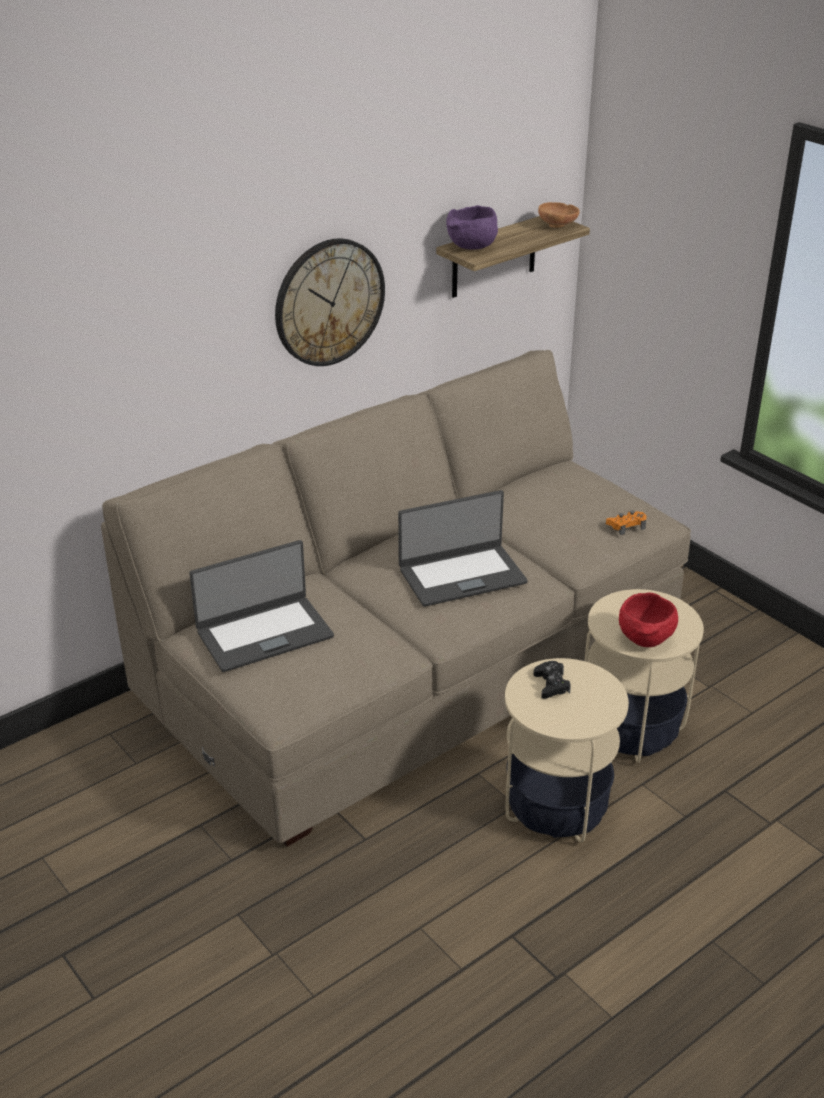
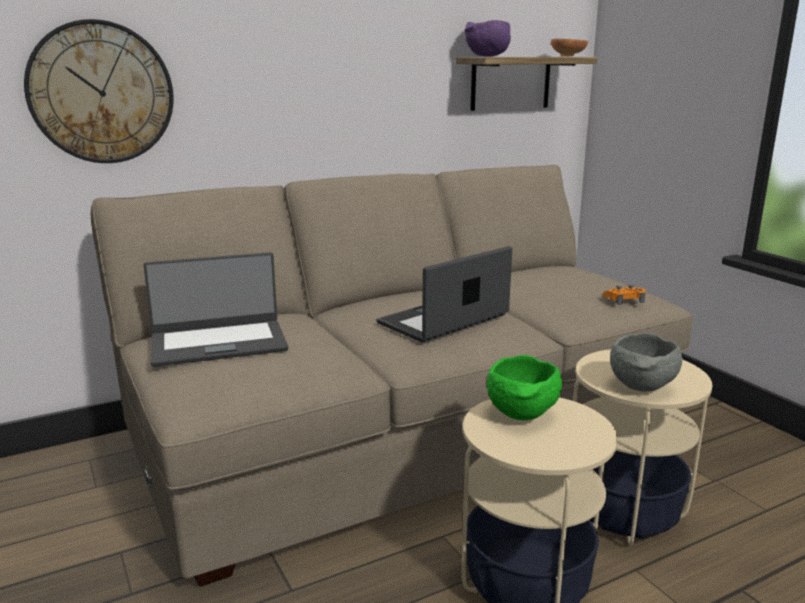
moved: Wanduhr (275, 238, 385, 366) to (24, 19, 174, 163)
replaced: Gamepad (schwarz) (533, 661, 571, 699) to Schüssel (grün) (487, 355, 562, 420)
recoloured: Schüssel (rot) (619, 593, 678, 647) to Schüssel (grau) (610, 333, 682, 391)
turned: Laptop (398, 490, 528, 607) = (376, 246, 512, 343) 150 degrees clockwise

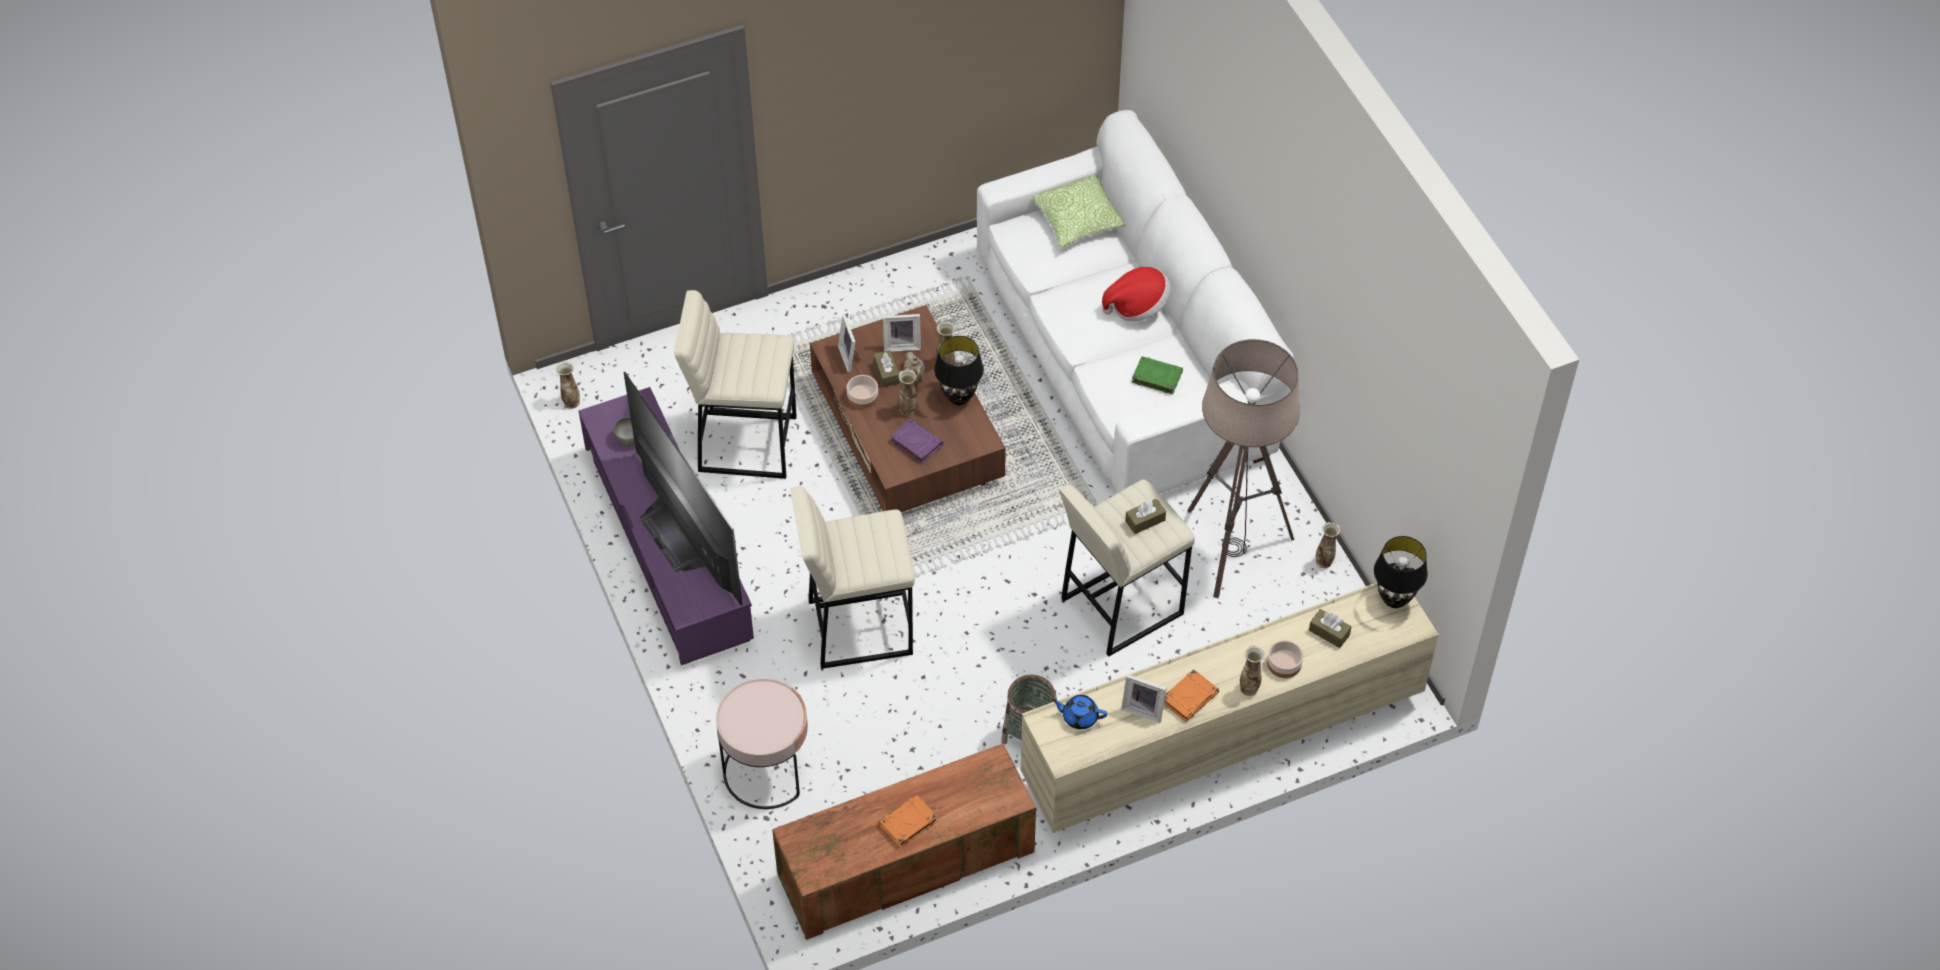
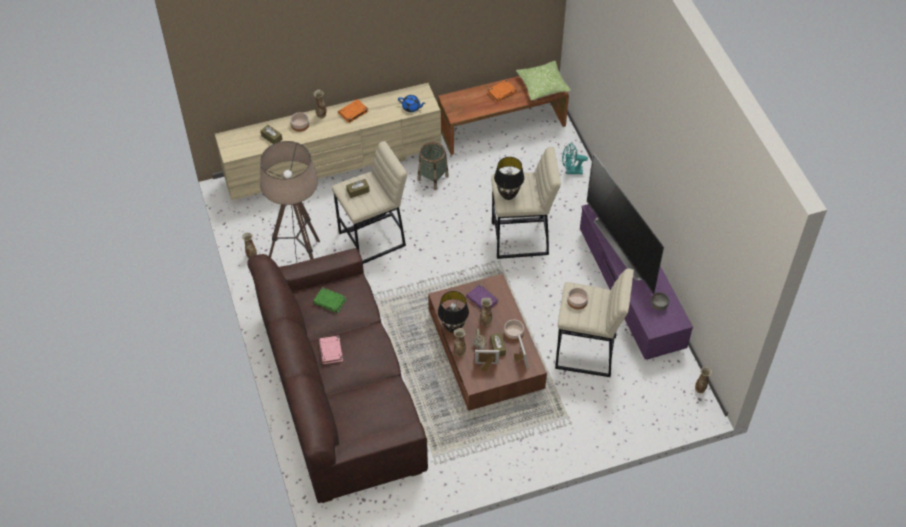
removed: Bilderrahmen (1121, 674, 1167, 723)
added: Schüssel (567, 287, 588, 309)
moved: Kissen (1031, 175, 1125, 248) to (516, 61, 571, 101); Tischlampe (schwarz) (1374, 536, 1428, 608) to (494, 157, 524, 200)
replaced: Beistelltisch (rosa) (716, 678, 808, 809) to Ventilator (türkis) (562, 142, 588, 174); Hut (1102, 267, 1171, 321) to Buch (rosa) (319, 336, 343, 364)
recoloured: Sofa (weiß) (977, 110, 1294, 494) to Sofa (braun) (247, 248, 428, 503)

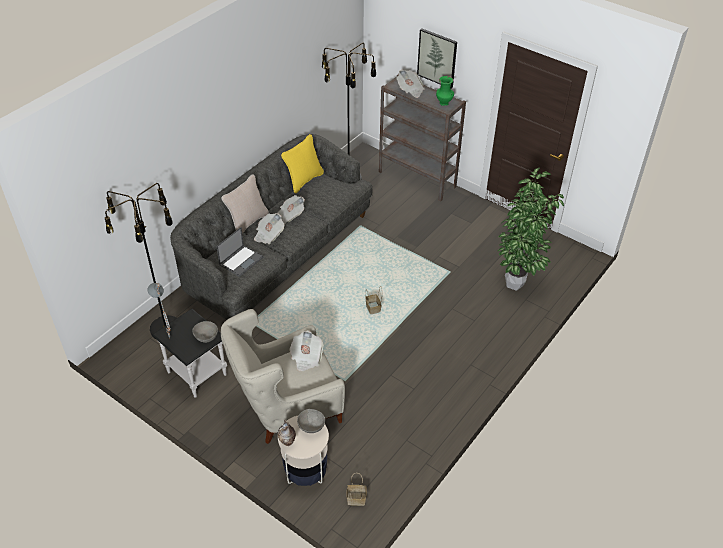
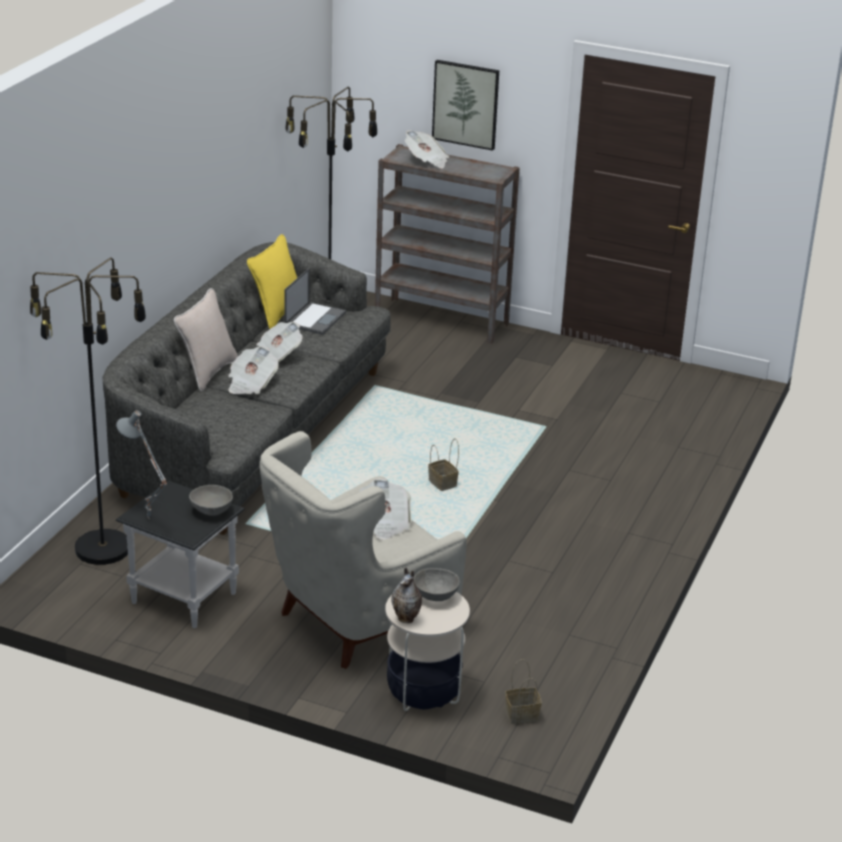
removed: Vase (grün) (436, 76, 454, 106); Topfpflanze (497, 168, 564, 291)
moved: Laptop (216, 227, 264, 277) to (284, 268, 346, 335)

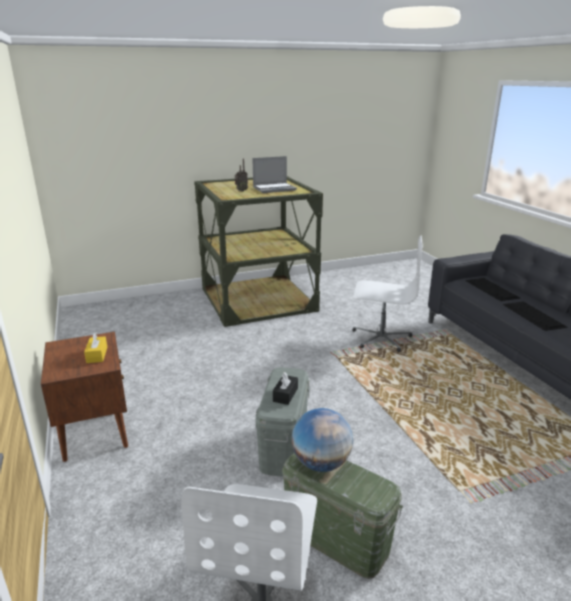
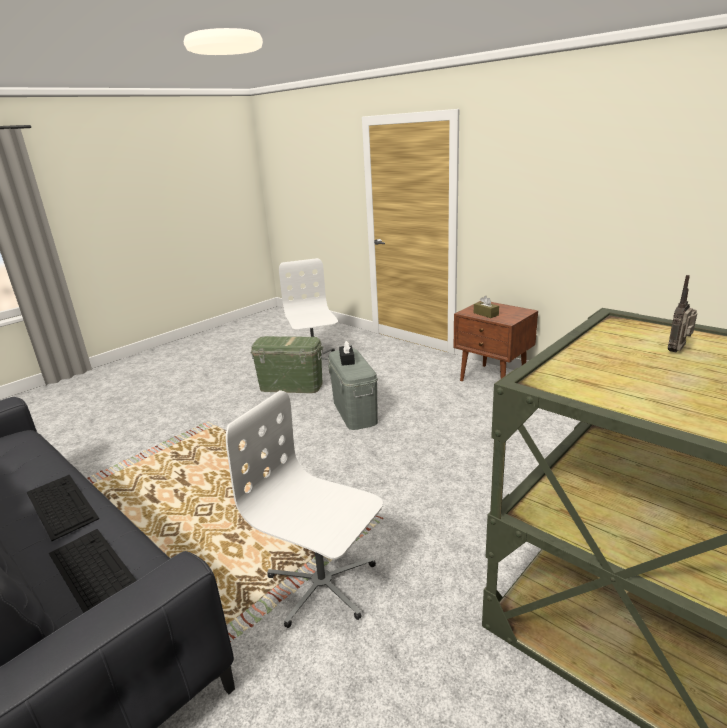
removed: Laptop (252, 156, 297, 193); Globus (292, 408, 353, 472)
recoloured: Taschentuchbox (gelb) (84, 332, 107, 363) to Taschentuchbox (braun) (474, 296, 499, 318)
turned: Bürostuhl (weiß) (352, 236, 423, 352) = (226, 390, 383, 628) 45 degrees clockwise

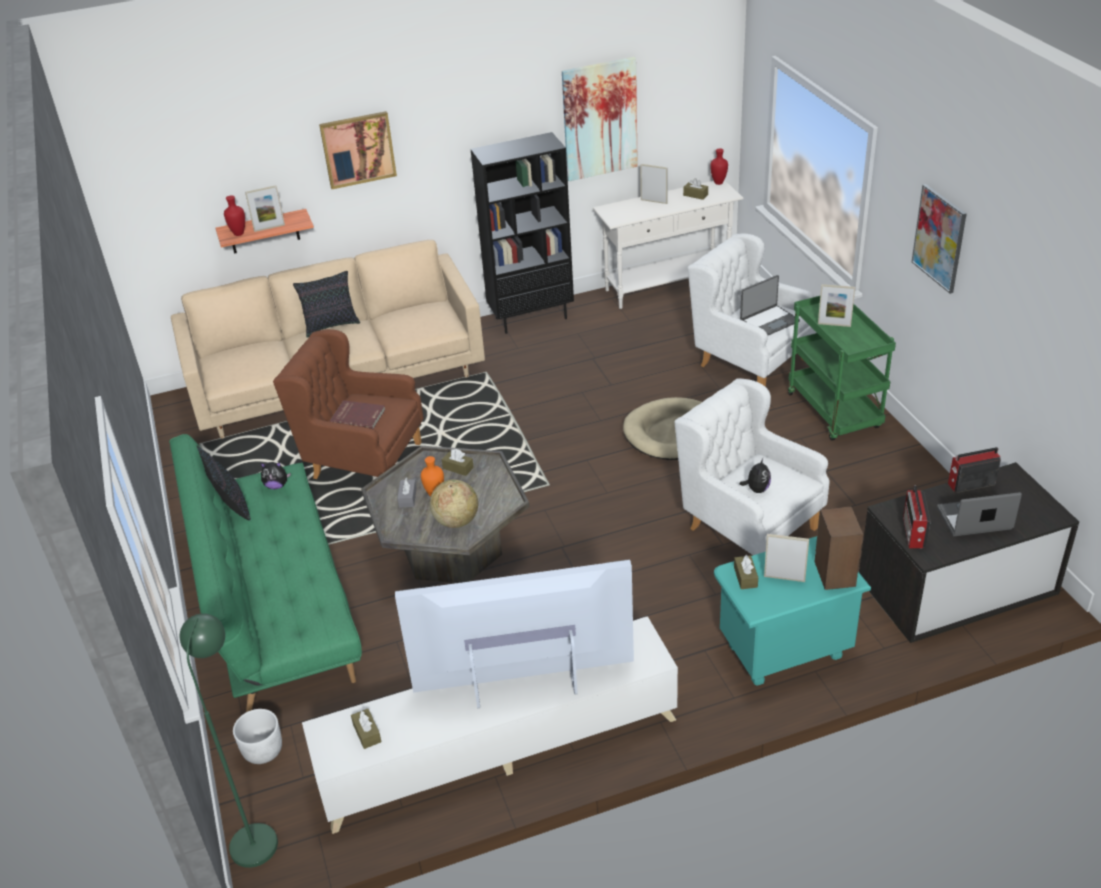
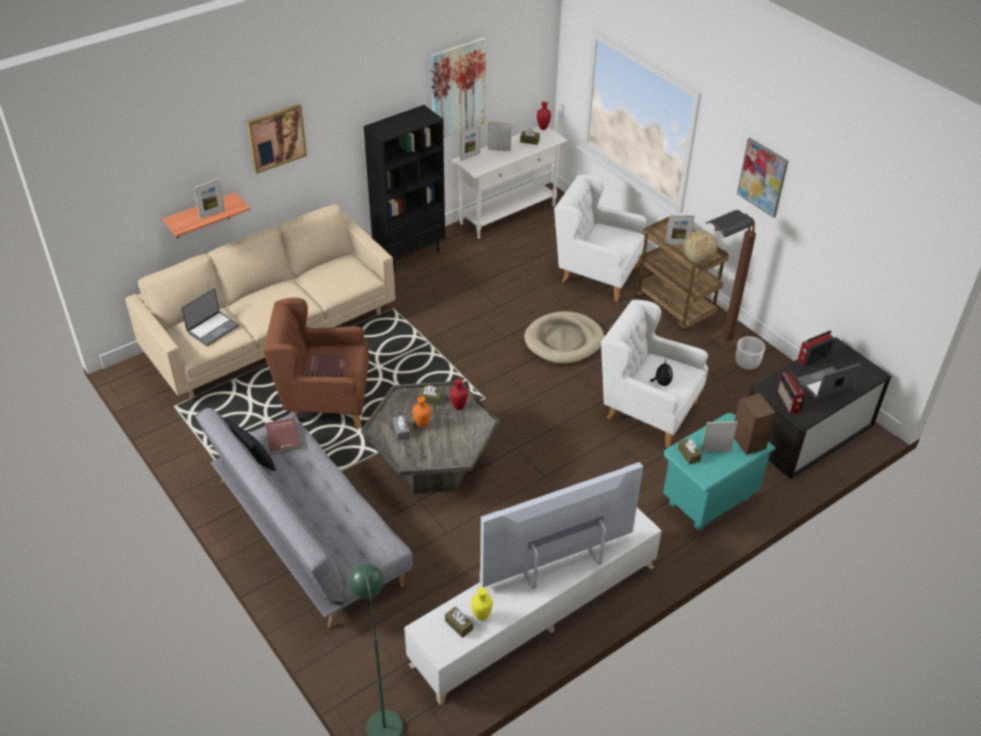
removed: Kissen (schwarz) (293, 271, 360, 338)
added: Bilderrahmen (460, 125, 480, 161); Vase (gelb) (471, 587, 493, 621); Stehlampe (braun) (706, 210, 756, 349)
moved: Vase (rot) (224, 195, 245, 236) to (450, 378, 468, 410); Pflanzkübel (weiß) (233, 709, 282, 764) to (735, 336, 765, 370); Globus (430, 479, 478, 528) to (683, 230, 717, 264); Laptop (740, 275, 800, 335) to (181, 288, 239, 346)
replaced: Plüschtier (261, 462, 291, 489) to Buch (rot) (265, 418, 301, 454)
recoloured: Sofa (grün) (169, 434, 362, 712) to Sofa (grau) (195, 408, 413, 628); Rollwagen (grün) (788, 296, 896, 441) to Rollwagen (braun) (635, 217, 729, 331)

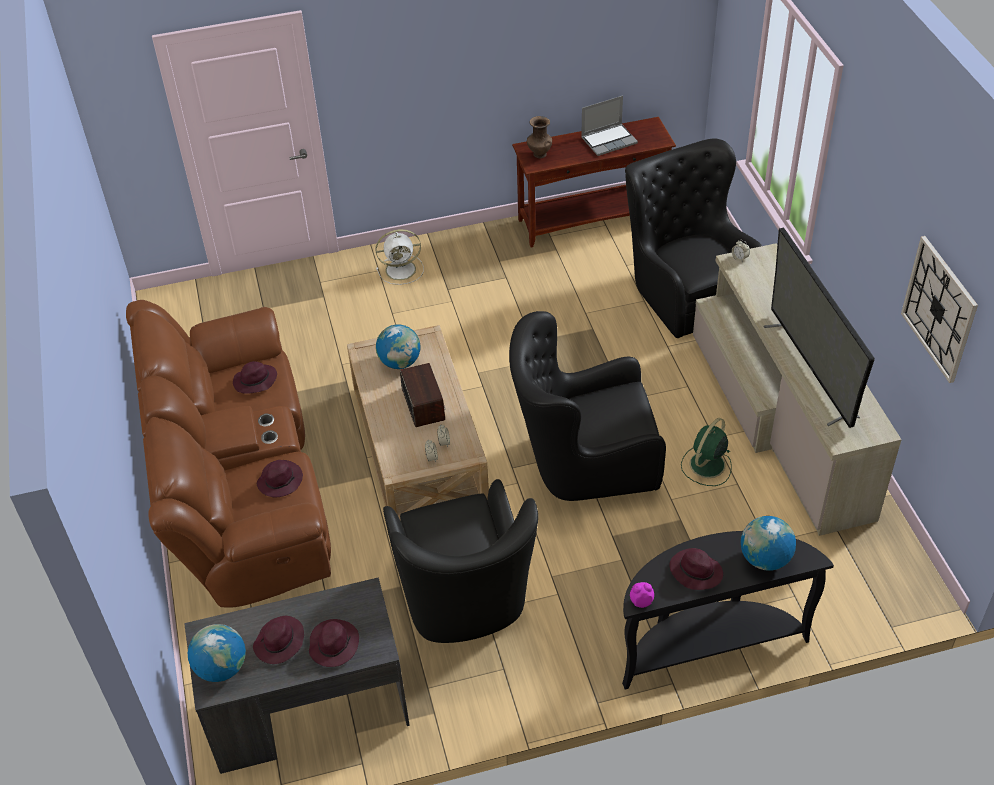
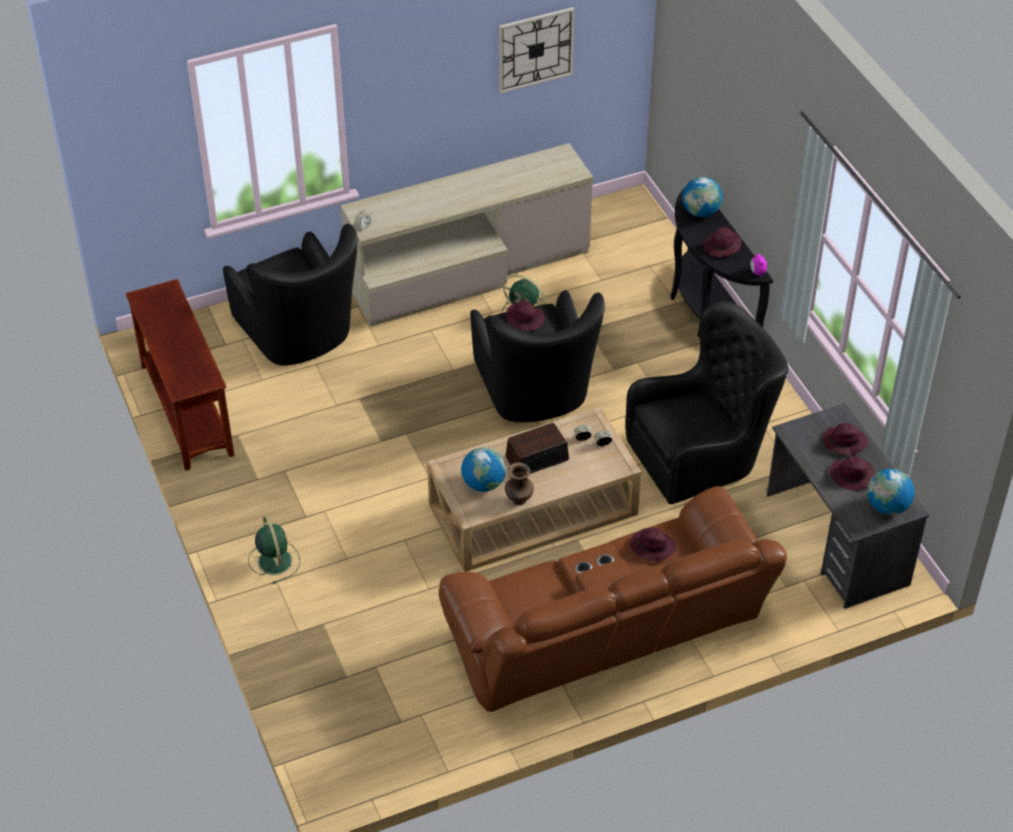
removed: Laptop (581, 95, 638, 156); Fernseher (764, 228, 875, 428)
moved: Hut (lila) (233, 361, 277, 394) to (505, 301, 545, 331); Vase (braun) (527, 116, 552, 158) to (505, 462, 534, 506)
recoloured: Ventilator (weiß) (375, 229, 424, 285) to Ventilator (grün) (248, 515, 300, 584)
turned: Sessel (schwarz) (625, 139, 762, 338) = (223, 224, 358, 366) 90 degrees counterclockwise

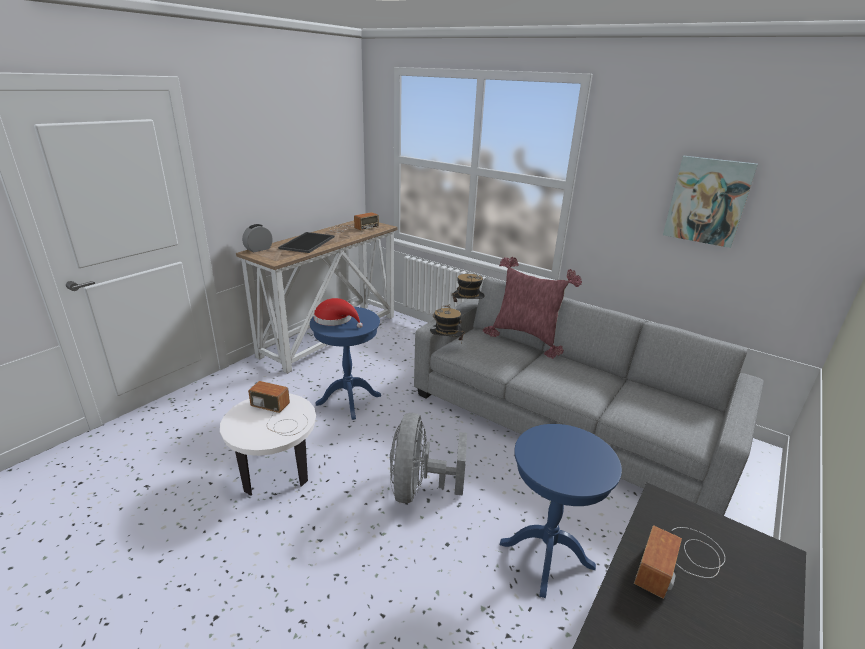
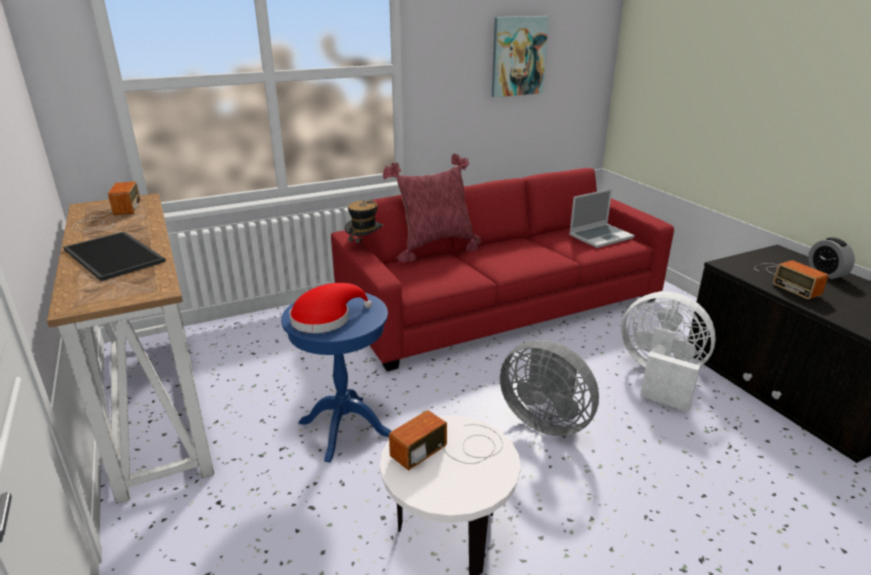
removed: Hut (430, 304, 465, 340)
added: Laptop (569, 189, 635, 248)
moved: Wecker (242, 224, 273, 253) to (808, 237, 855, 279)
replaced: Beistelltisch (blau) (500, 424, 622, 598) to Ventilator (weiß) (621, 292, 716, 412)
recoloured: Sofa (grau) (414, 278, 764, 516) to Sofa (rot) (331, 168, 674, 371)

